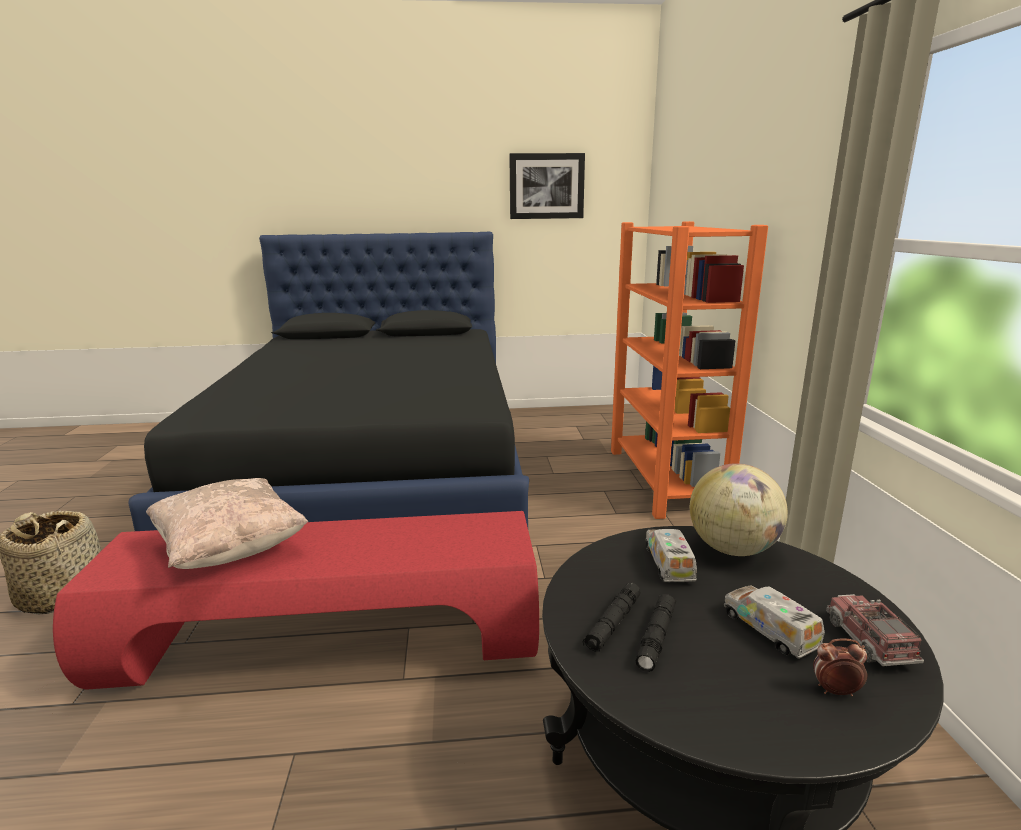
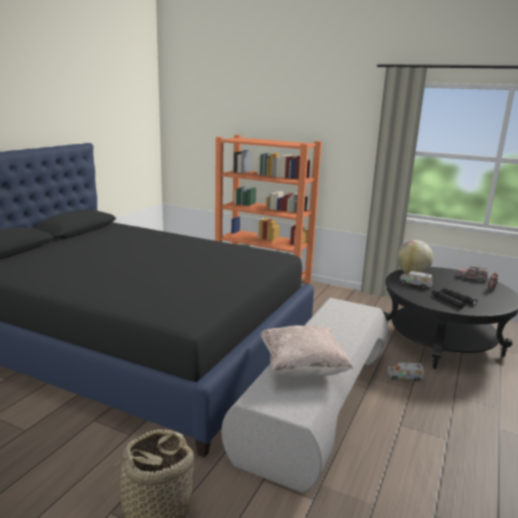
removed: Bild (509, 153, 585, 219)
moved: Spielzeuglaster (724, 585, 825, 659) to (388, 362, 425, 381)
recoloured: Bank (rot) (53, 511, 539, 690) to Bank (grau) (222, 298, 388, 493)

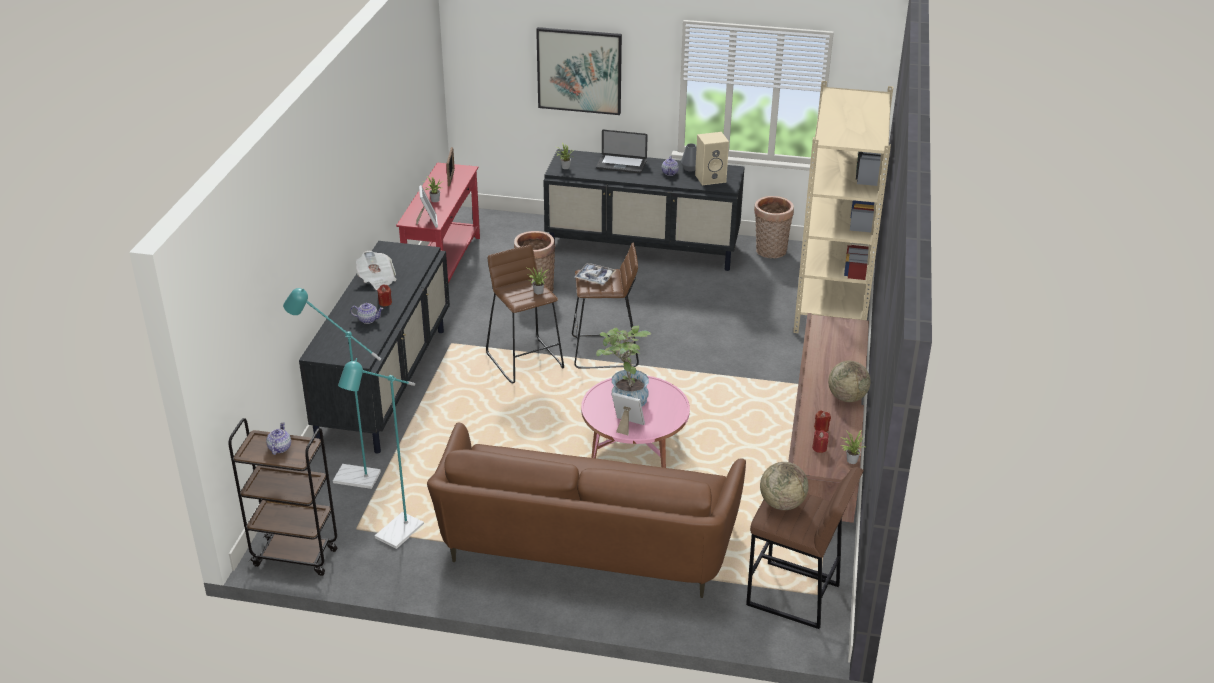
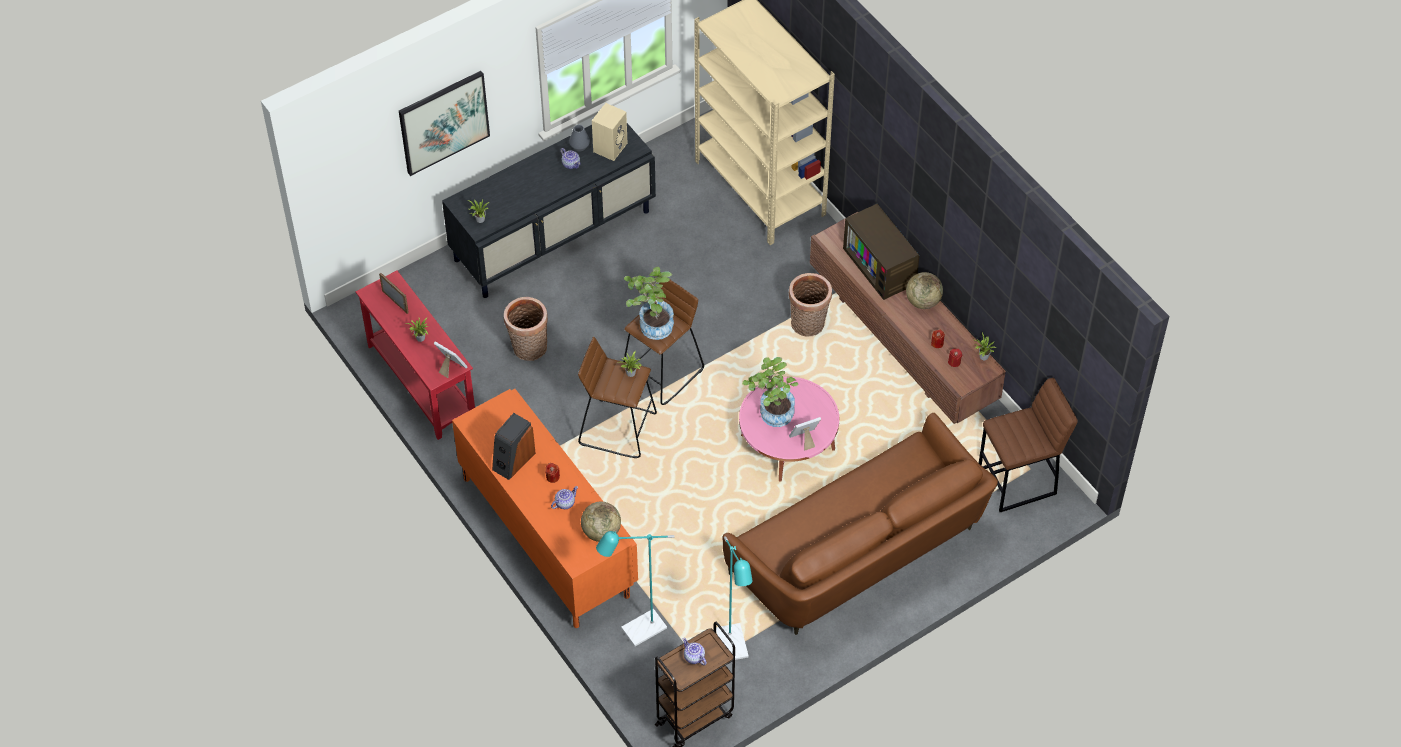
removed: Laptop (596, 130, 648, 173)
added: Fernseher (843, 204, 920, 300)
moved: Korb (754, 196, 794, 258) to (789, 273, 832, 337); Globus (760, 462, 809, 510) to (581, 502, 621, 542)
replaced: Zeitung (356, 251, 397, 290) to Lautsprecher (492, 413, 535, 480); Tablett (575, 263, 616, 285) to Topfpflanze (624, 267, 674, 340)
recoloured: Schrank (schwarz) (299, 241, 450, 454) to Schrank (orange) (452, 389, 638, 628)

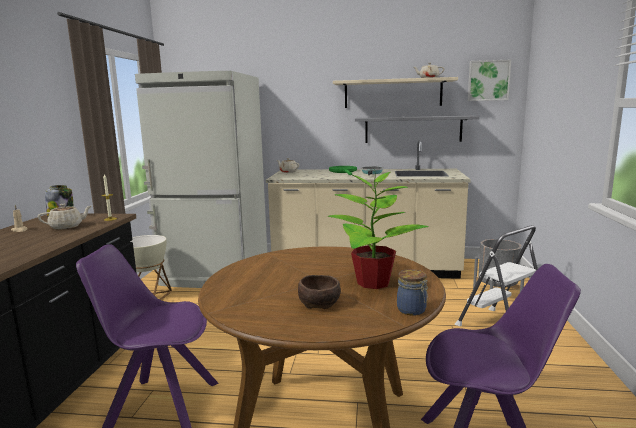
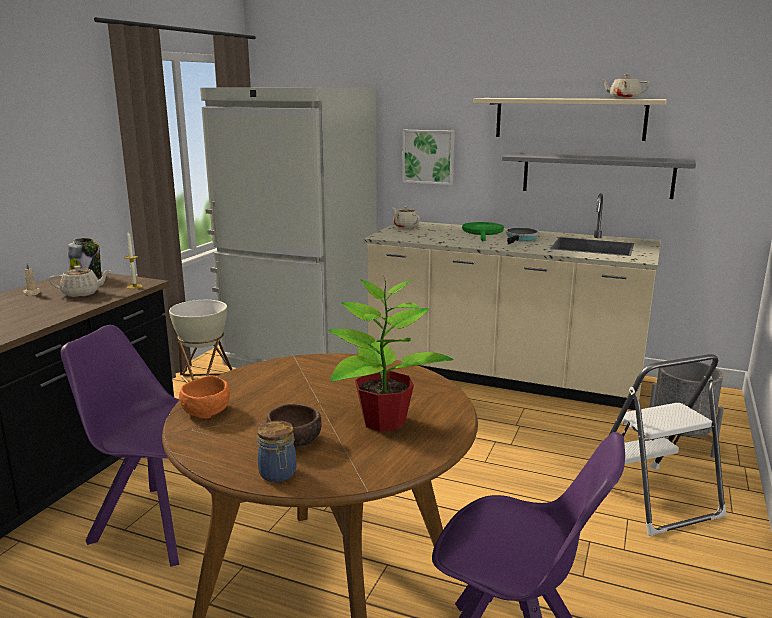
added: Schüssel (orange) (179, 376, 230, 419)
moved: Vorratsglas (397, 269, 428, 316) to (257, 421, 297, 482); Bild (468, 60, 511, 101) to (402, 130, 455, 185)

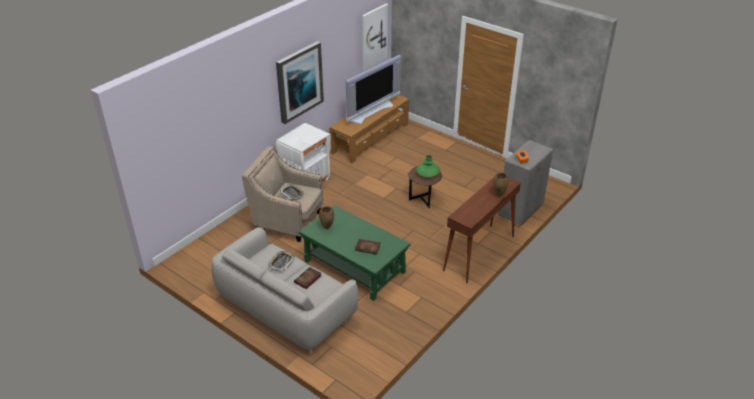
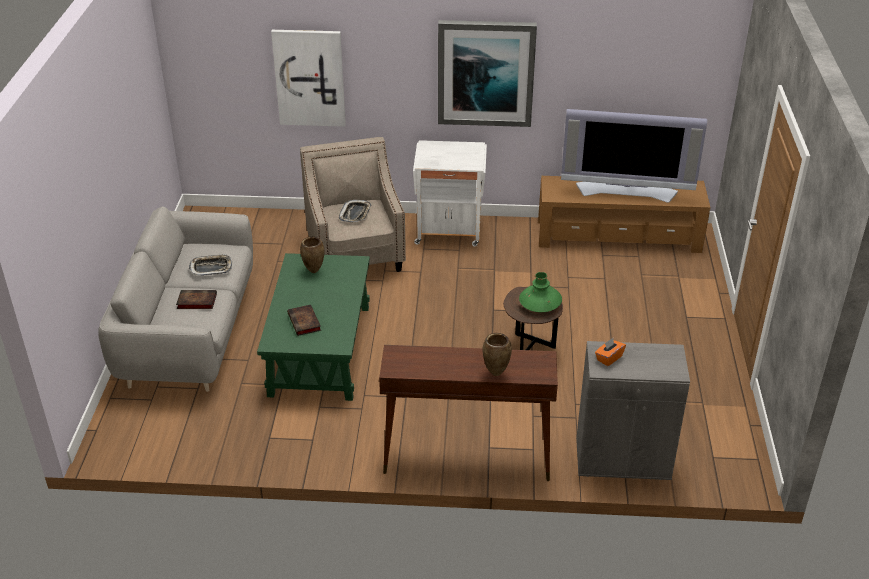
moved: Bild (362, 3, 388, 70) to (271, 30, 346, 127)

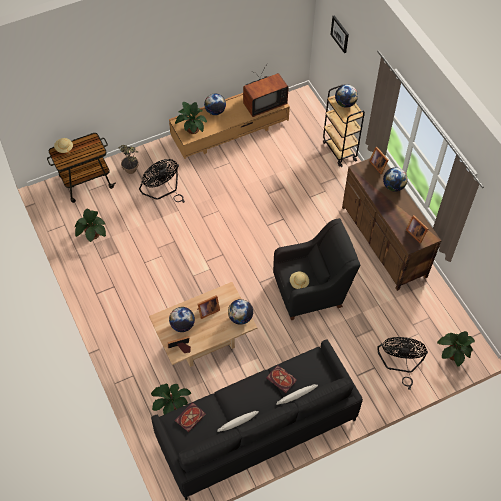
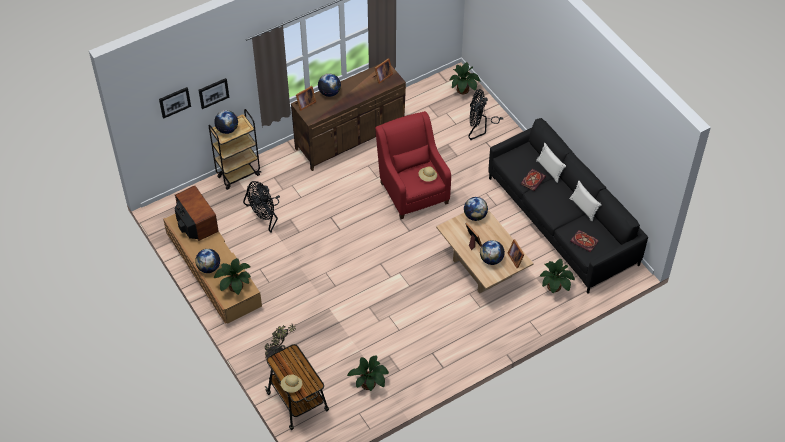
added: Bild (199, 78, 229, 109)
moved: Ventilator (schwarz) (139, 159, 185, 203) to (243, 181, 280, 233)
recoloured: Sessel (schwarz) (273, 218, 360, 320) to Sessel (rot) (375, 111, 451, 219)

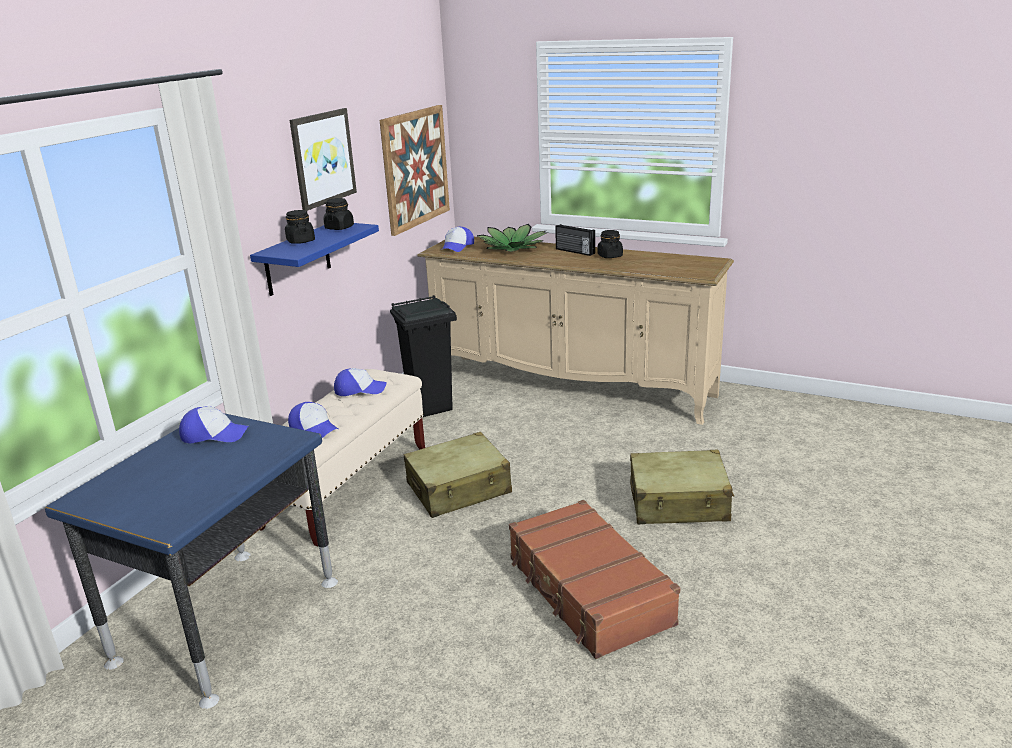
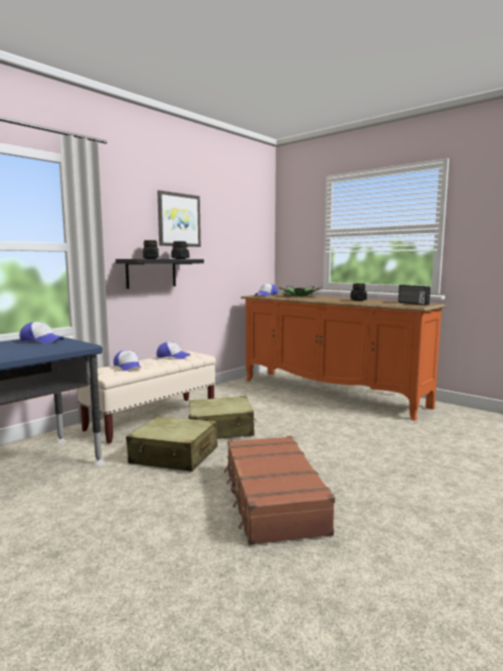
removed: Bild (380, 105, 450, 236); Mülleimer (schwarz) (390, 296, 457, 417)
moved: Radio (555, 224, 595, 256) to (398, 285, 430, 305); Koffer (beige) (630, 450, 734, 524) to (126, 416, 218, 472)
recoloured: Wandregal (blau) (250, 223, 379, 296) to Wandregal (schwarz) (116, 259, 204, 289); Schrank (beige) (417, 237, 734, 425) to Schrank (orange) (241, 294, 446, 421)

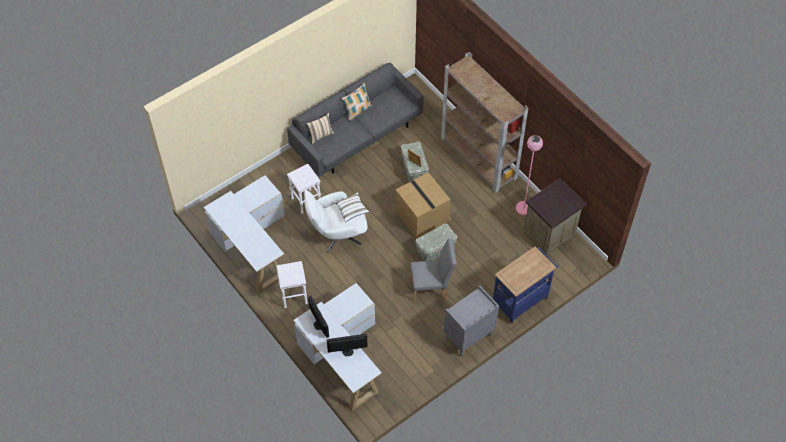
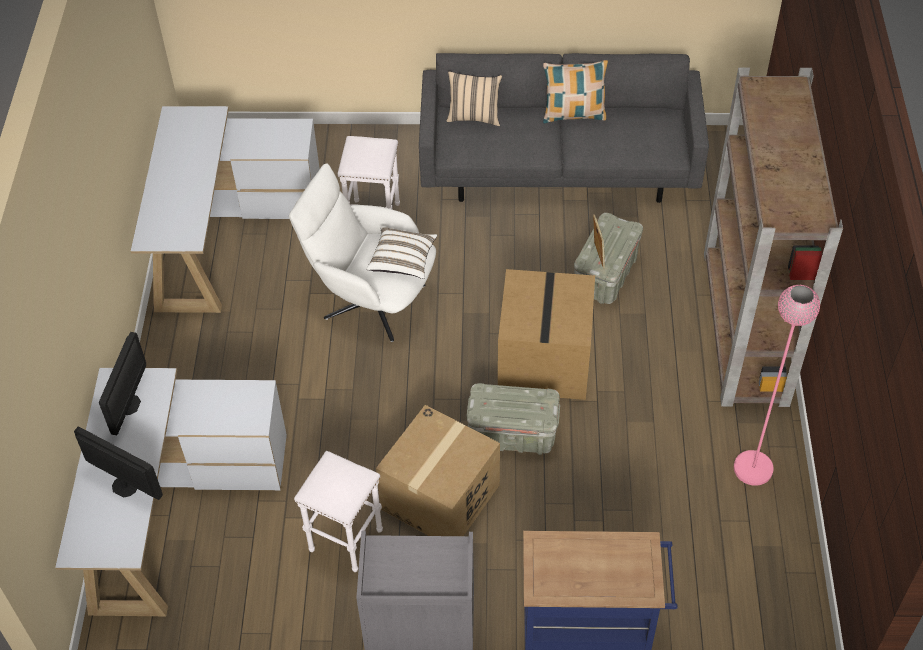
removed: Schrank (beige) (524, 178, 587, 255)
moved: Hocker (weiß) (276, 261, 308, 308) to (294, 451, 383, 572)
replaced: Stuhl (grau) (410, 238, 457, 302) to Karton (376, 405, 500, 536)

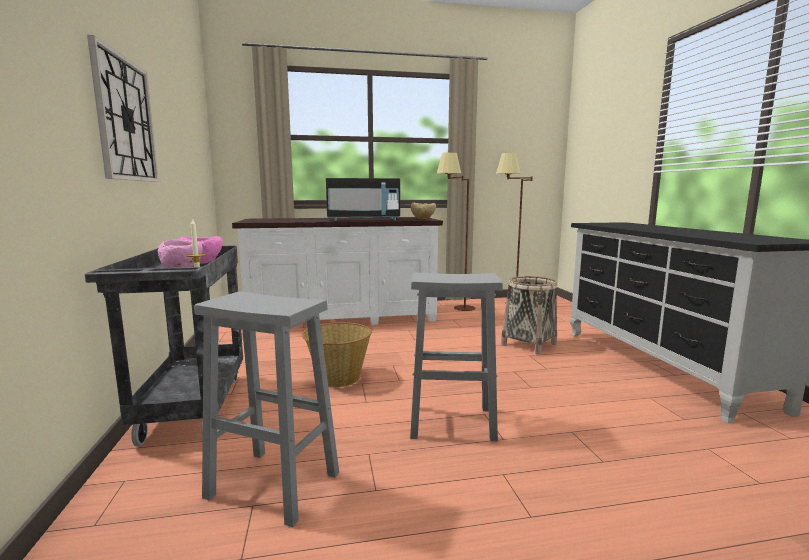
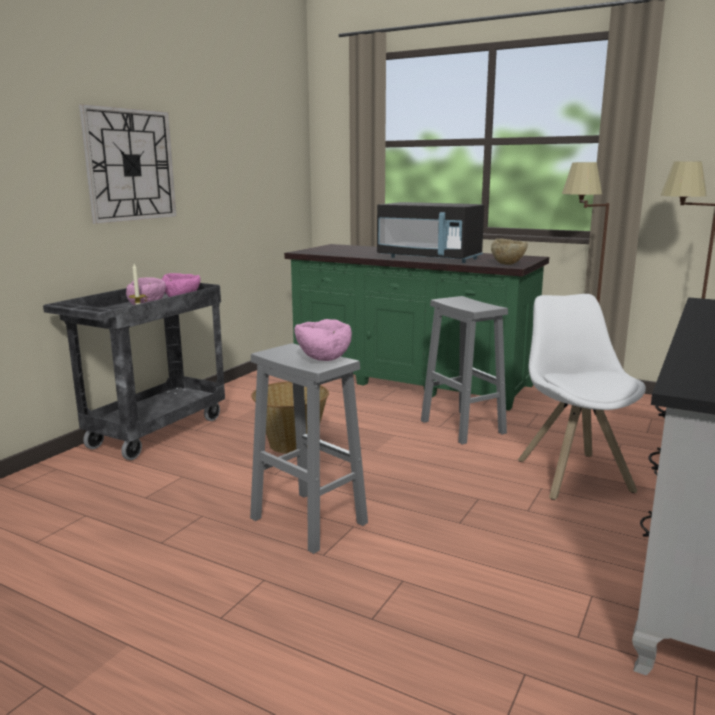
added: Schüssel (rosa) (294, 319, 352, 361)
moved: Hocker (grau) (194, 292, 339, 527) to (421, 296, 508, 445)
replaced: Korb (501, 276, 557, 355) to Stuhl (weiß) (518, 294, 646, 500)
recoloured: Schrank (weiß) (232, 217, 443, 325) to Schrank (grün) (284, 244, 549, 411)

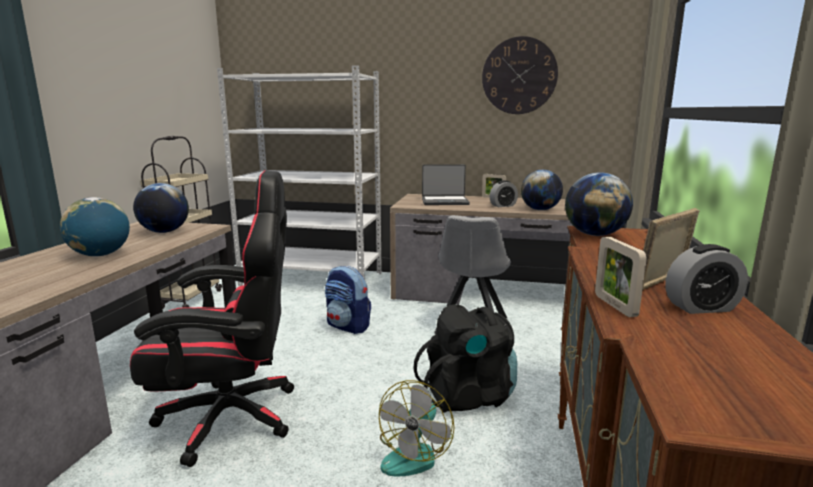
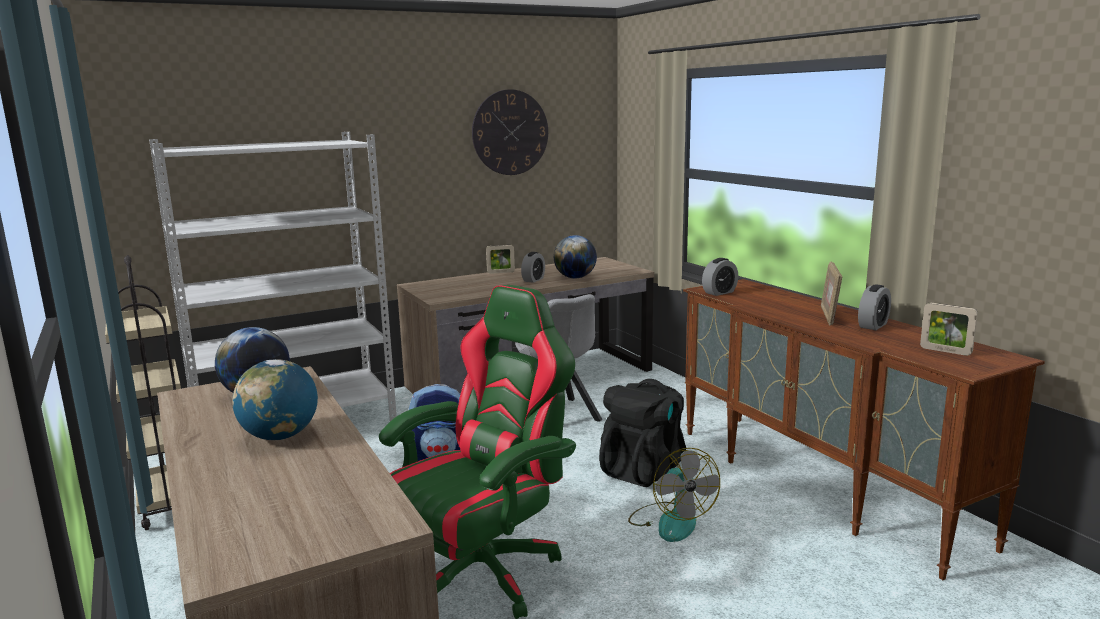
removed: Laptop (422, 164, 470, 205)
moved: Bilderrahmen (595, 236, 647, 317) to (920, 303, 978, 356)
replaced: Globus (565, 172, 633, 236) to Wecker (702, 258, 738, 296)
recoloured: Bürostuhl (schwarz) (130, 170, 294, 467) to Bürostuhl (grün) (379, 285, 576, 619)

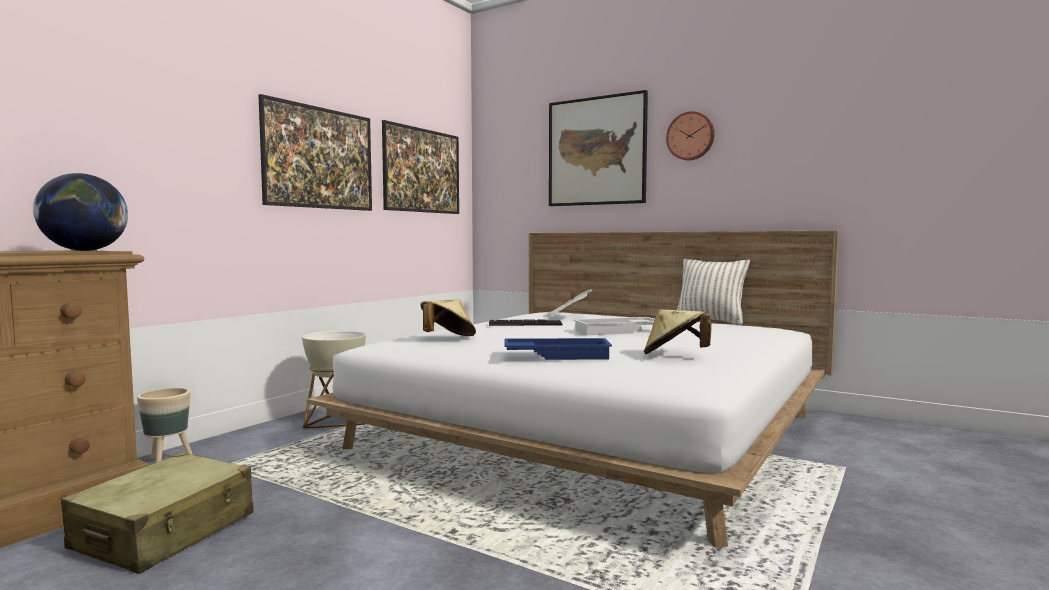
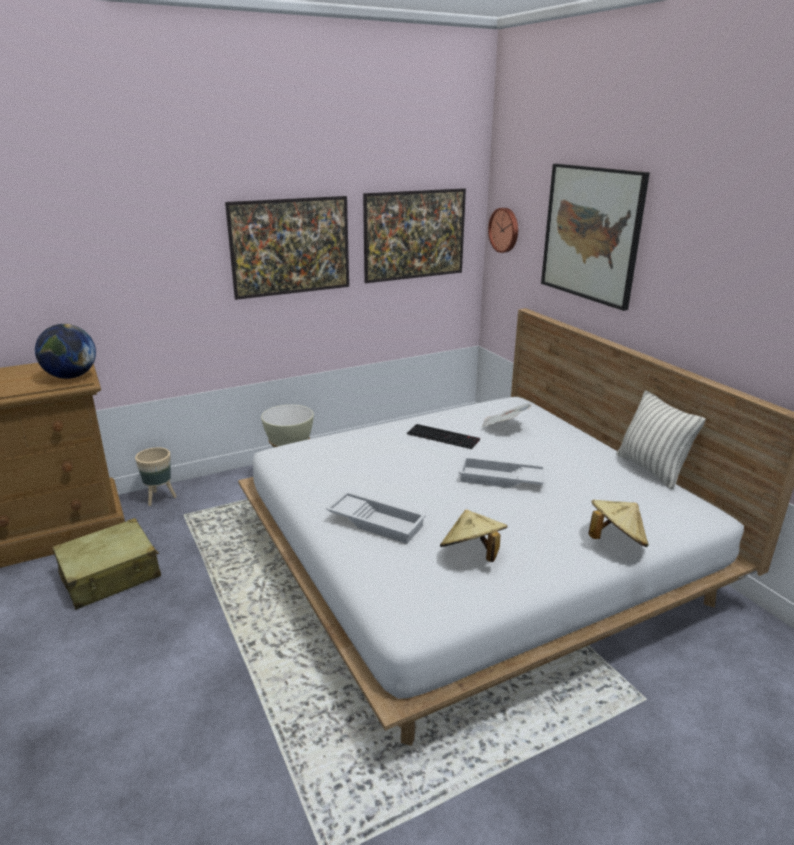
moved: Hut (beige) (420, 299, 476, 336) to (588, 500, 649, 547); Wanduhr (666, 111, 715, 161) to (488, 208, 518, 253)
recoloured: Tablett (blau) (504, 338, 612, 360) to Tablett (weiß) (326, 491, 426, 544)

